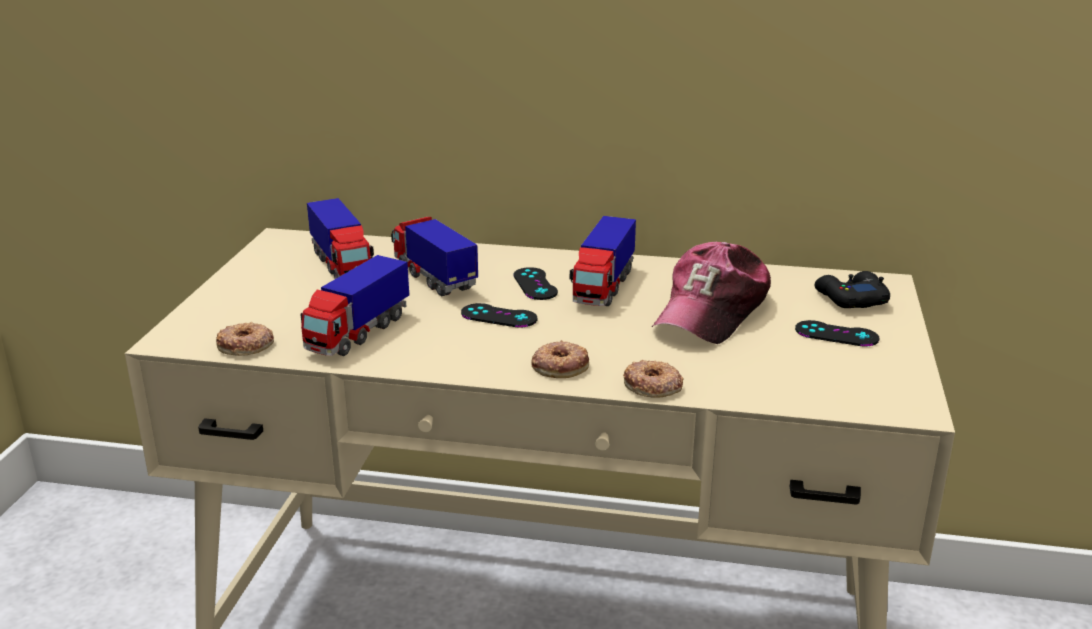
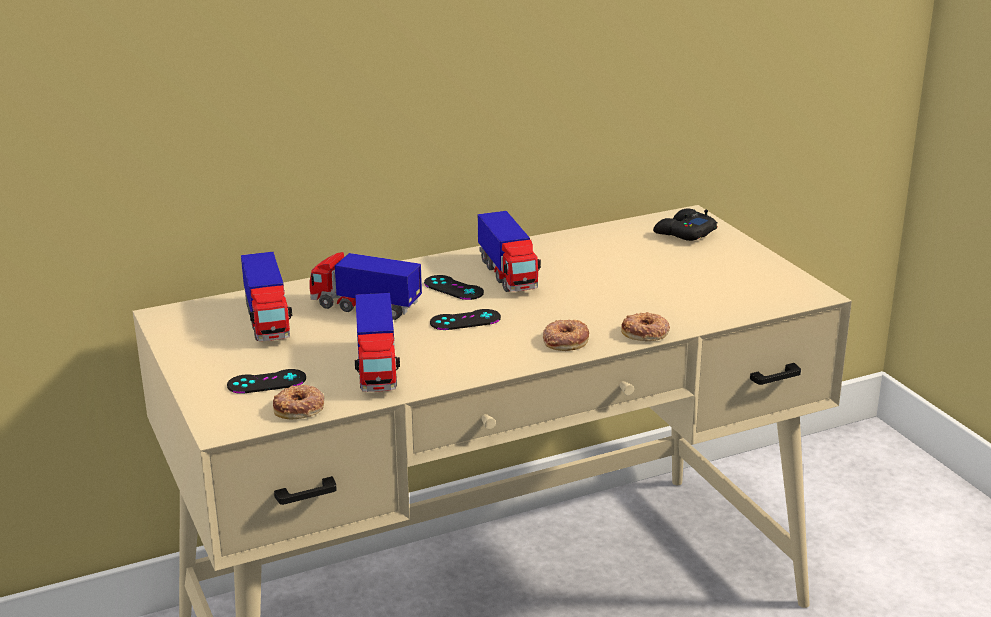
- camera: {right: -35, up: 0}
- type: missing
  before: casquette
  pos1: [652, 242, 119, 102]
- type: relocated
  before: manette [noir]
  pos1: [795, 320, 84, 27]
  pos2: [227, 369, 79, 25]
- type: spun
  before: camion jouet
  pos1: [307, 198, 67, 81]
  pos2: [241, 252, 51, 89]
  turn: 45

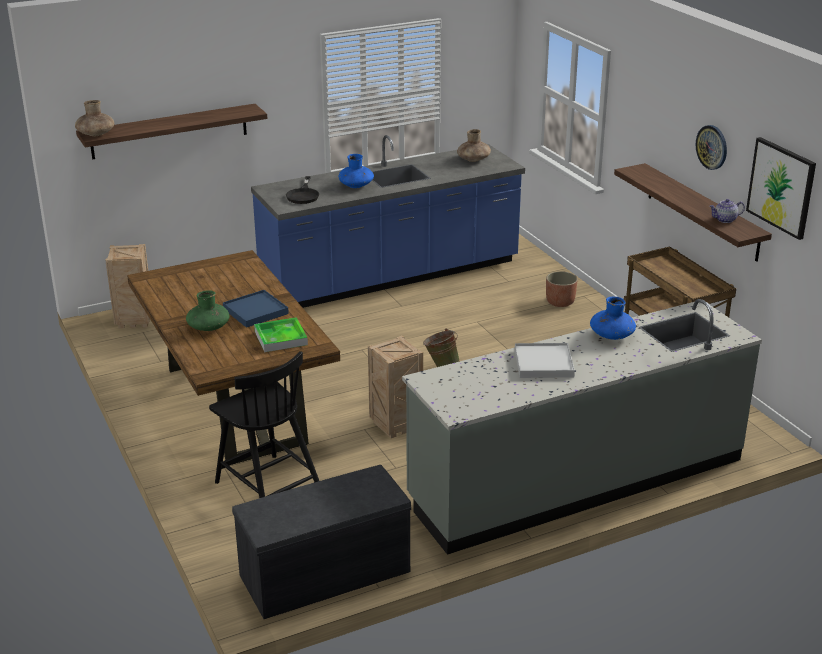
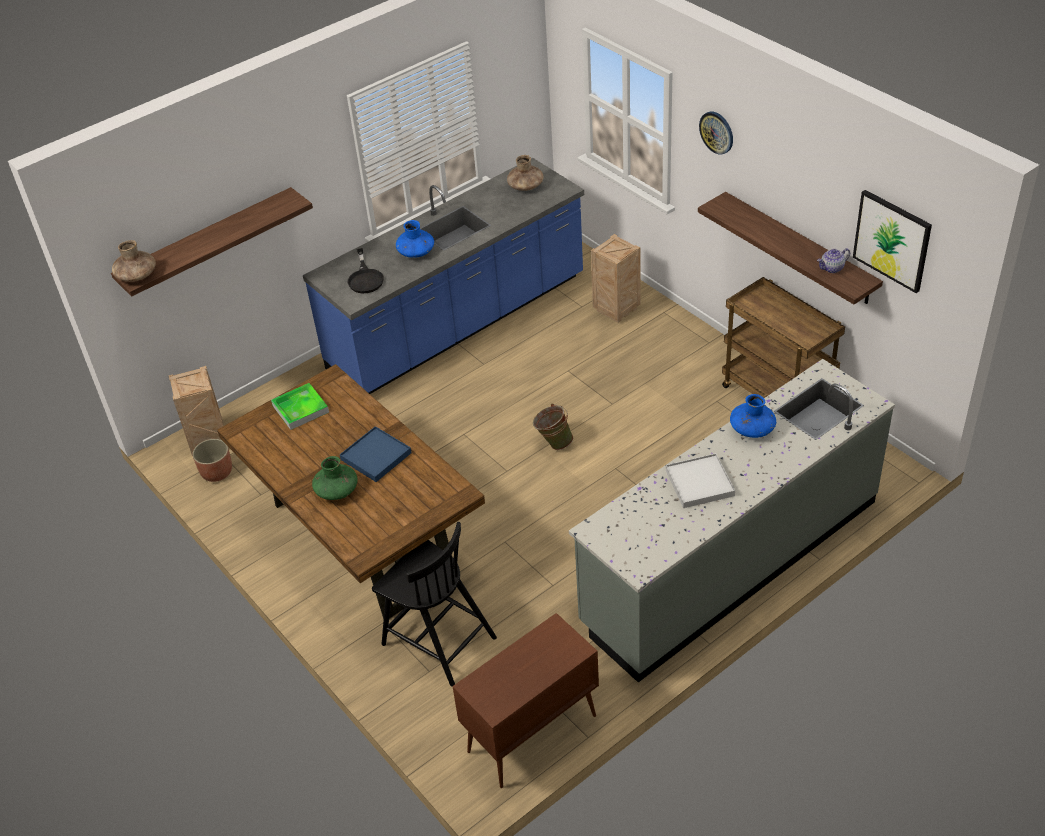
- camera: {right: -10, up: 15}
- type: relocated
  before: plateau
  pos1: [254, 317, 54, 35]
  pos2: [271, 383, 58, 47]
- type: relocated
  before: caisse
  pos1: [368, 335, 55, 103]
  pos2: [591, 234, 49, 89]
- type: relocated
  before: cache-pot
  pos1: [546, 271, 32, 36]
  pos2: [192, 439, 40, 43]
- type: relocated
  before: horloge murale
  pos1: [696, 125, 31, 45]
  pos2: [699, 112, 34, 43]
- type: exchanged
  before: banc [gris]
  after: meuble de rangement [marron]
  pos1: [232, 465, 179, 154]
  pos2: [452, 613, 147, 175]

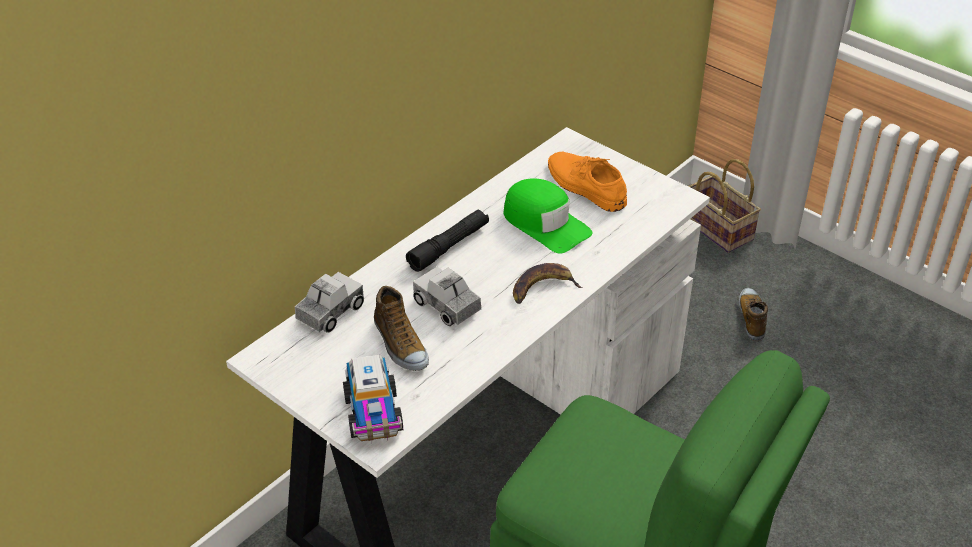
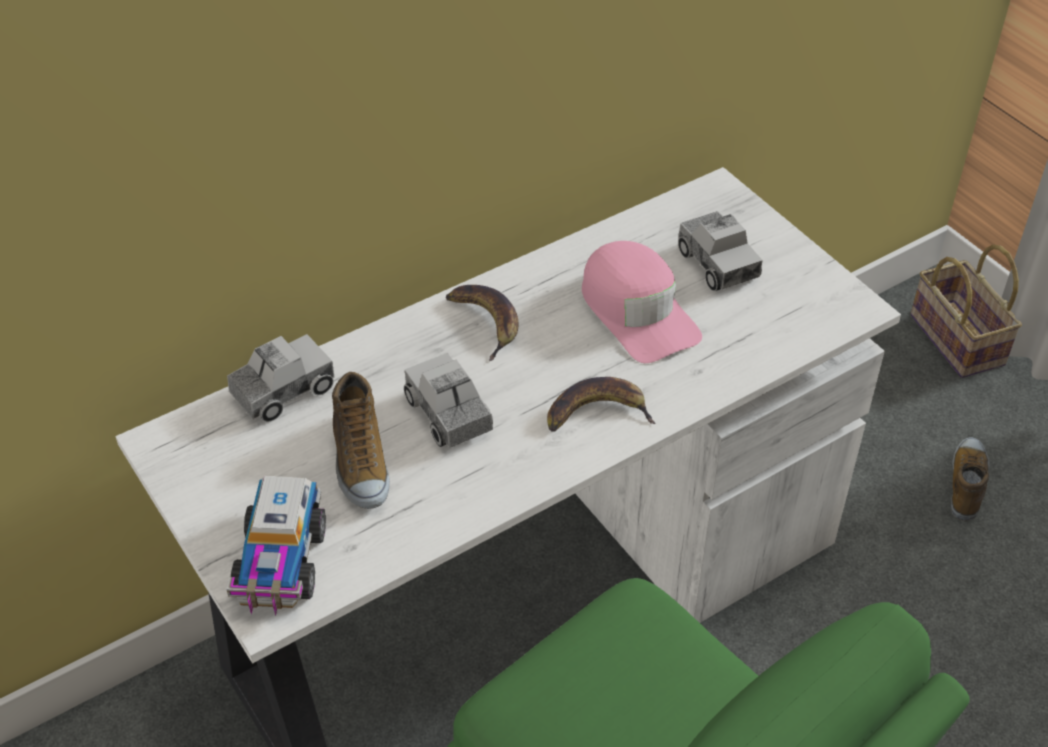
- camera: {right: 15, up: 5}
- type: exchanged
  before: lampe de poche [noir]
  after: banane
  pos1: [406, 209, 83, 63]
  pos2: [446, 285, 72, 76]
- type: exchanged
  before: chaussure [orange]
  after: camion jouet
  pos1: [548, 152, 79, 60]
  pos2: [678, 211, 85, 80]
- type: colour
  before: casquette [vert]
  after: casquette [rose]
  pos1: [504, 178, 88, 76]
  pos2: [582, 241, 120, 122]

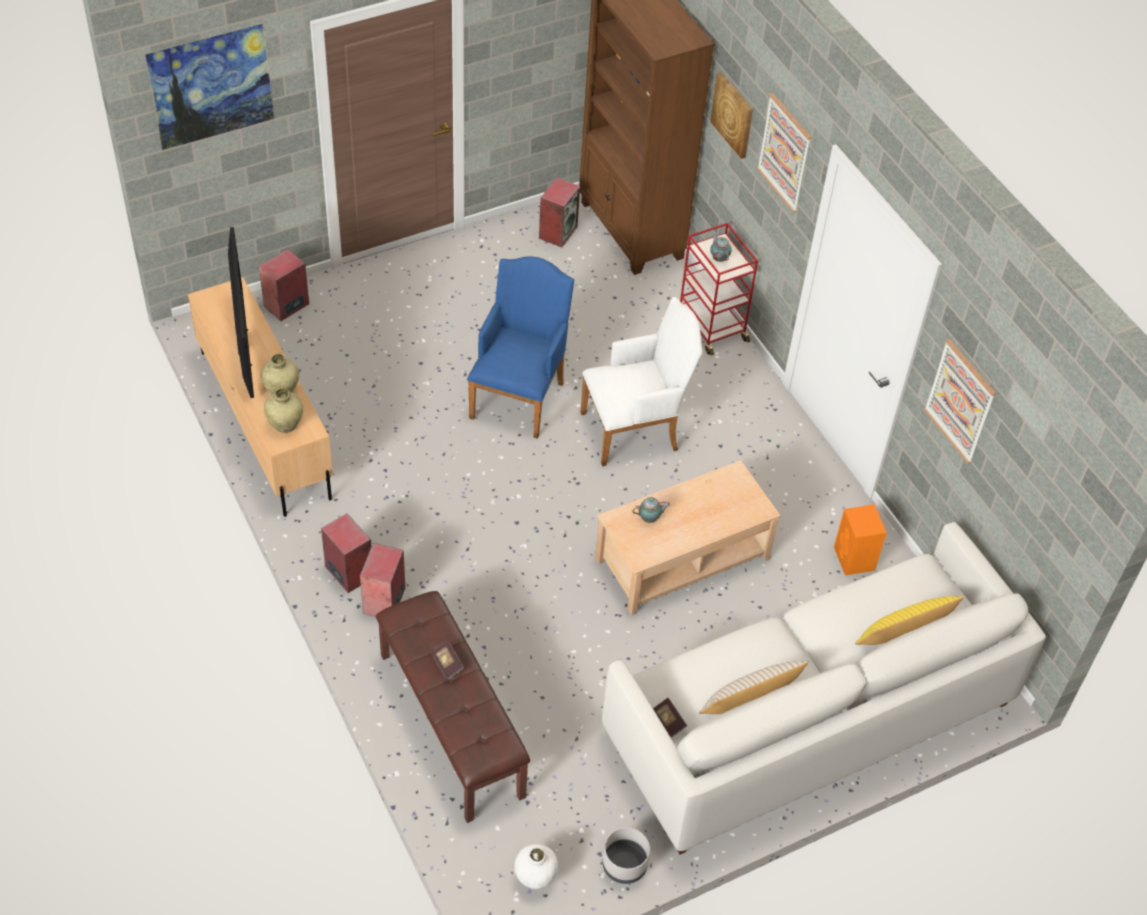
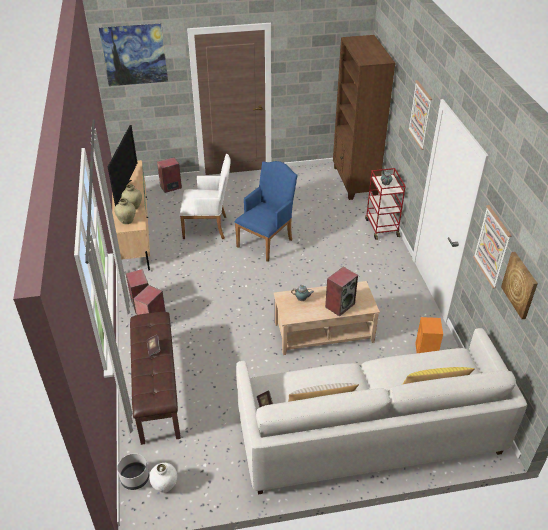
- camera: {right: 20, up: -10}
- type: relocated
  before: enceinte
  pos1: [539, 177, 41, 70]
  pos2: [325, 267, 33, 49]
- type: relocated
  before: fauteuil [blanc]
  pos1: [581, 297, 122, 169]
  pos2: [180, 154, 51, 85]
- type: relocated
  before: cache-pot [gris]
  pos1: [602, 827, 48, 57]
  pos2: [117, 453, 32, 37]
- type: relocated
  before: tableau
  pos1: [710, 72, 43, 87]
  pos2: [501, 252, 37, 67]

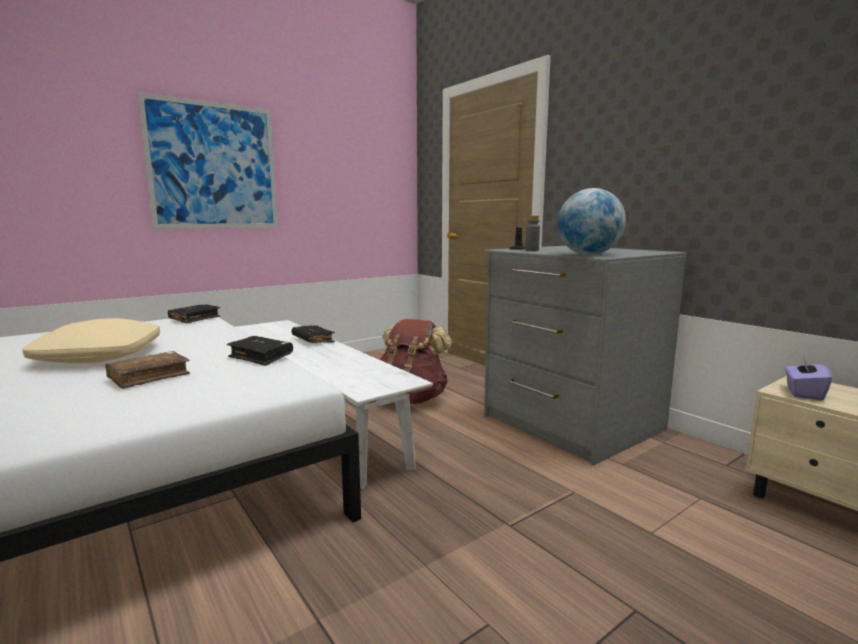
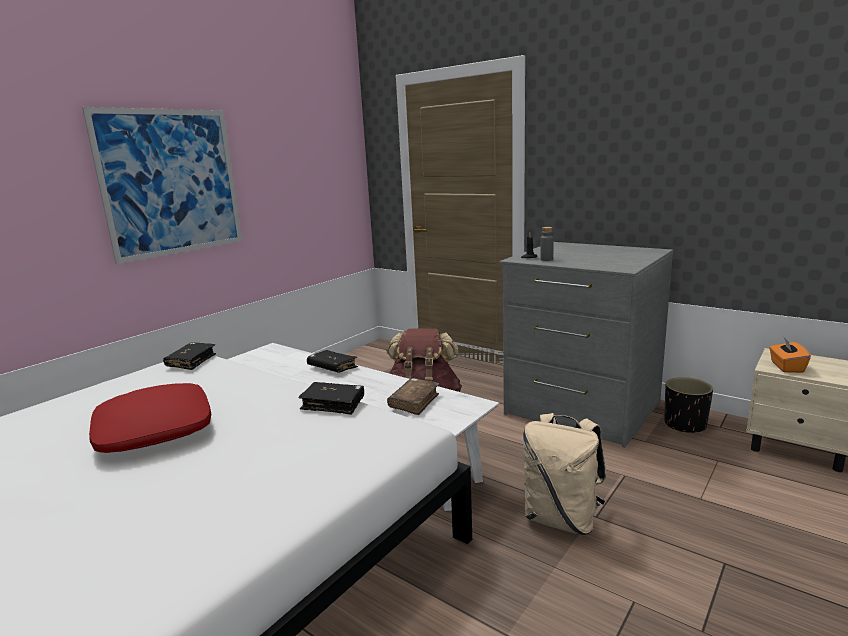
- camera: {right: -15, up: 5}
- type: missing
  before: globe
  pos1: [557, 188, 69, 67]
- type: appeared
  after: sac à dos [beige]
  pos2: [523, 413, 83, 122]
- type: appeared
  after: cache-pot [noir]
  pos2: [664, 377, 49, 56]
- type: relocated
  before: livre [marron]
  pos1: [105, 351, 85, 38]
  pos2: [387, 378, 52, 37]
- type: colour
  before: coussin [beige]
  after: coussin [rouge]
  pos1: [23, 318, 137, 45]
  pos2: [89, 383, 122, 70]
- type: colour
  before: boîte à mouchoirs [violet]
  after: boîte à mouchoirs [orange]
  pos1: [785, 356, 47, 45]
  pos2: [769, 337, 42, 36]

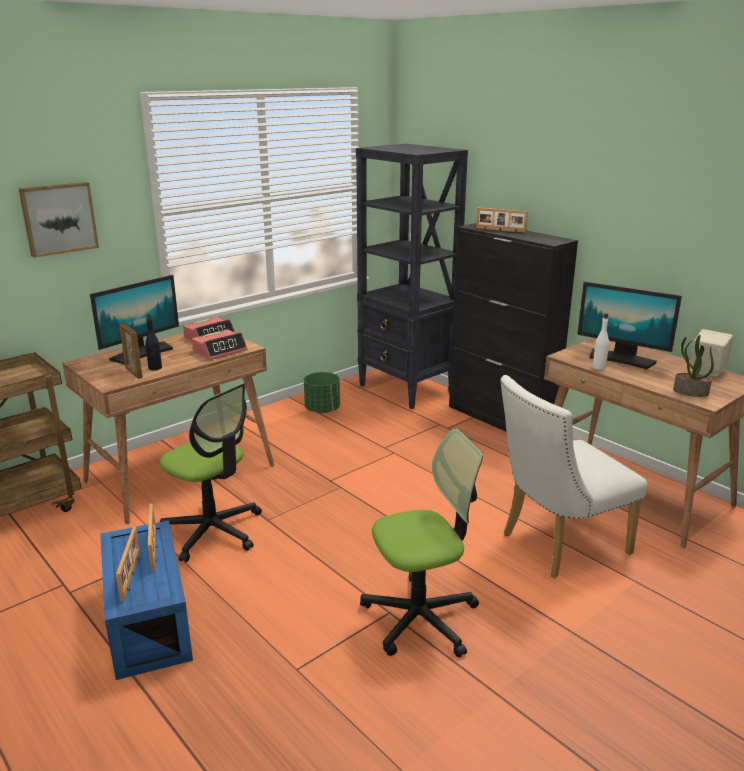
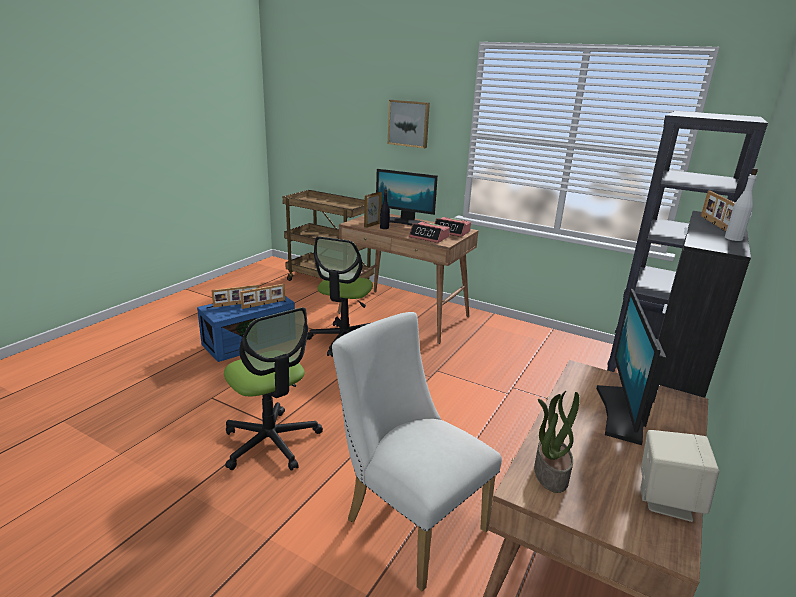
- camera: {right: 70, up: 0}
- type: missing
  before: cache-pot [vert]
  pos1: [304, 372, 36, 41]
- type: relocated
  before: bouteille [blanc]
  pos1: [592, 313, 17, 57]
  pos2: [725, 168, 33, 73]

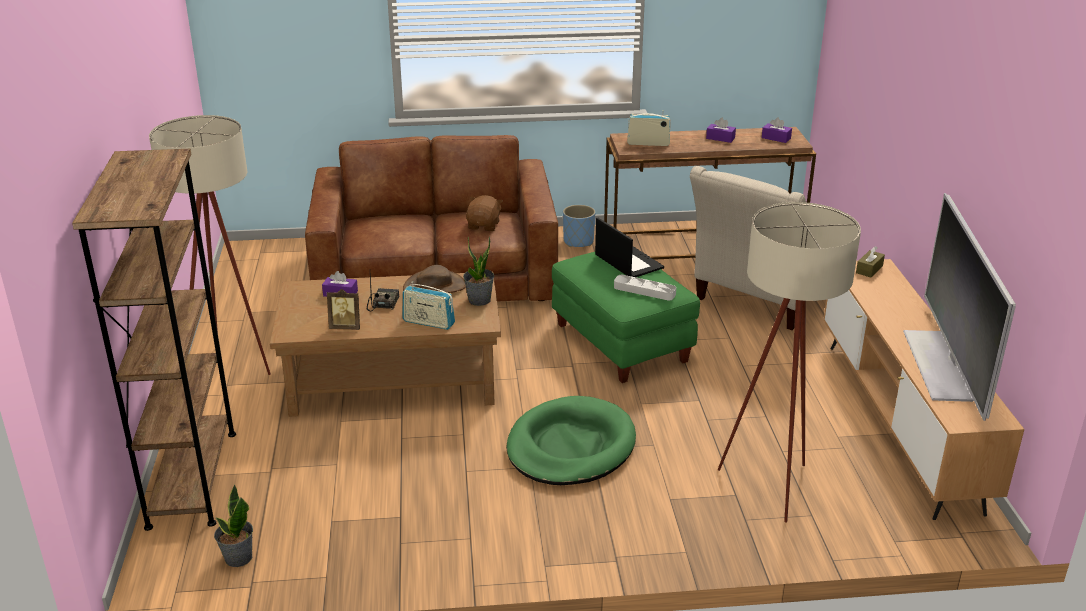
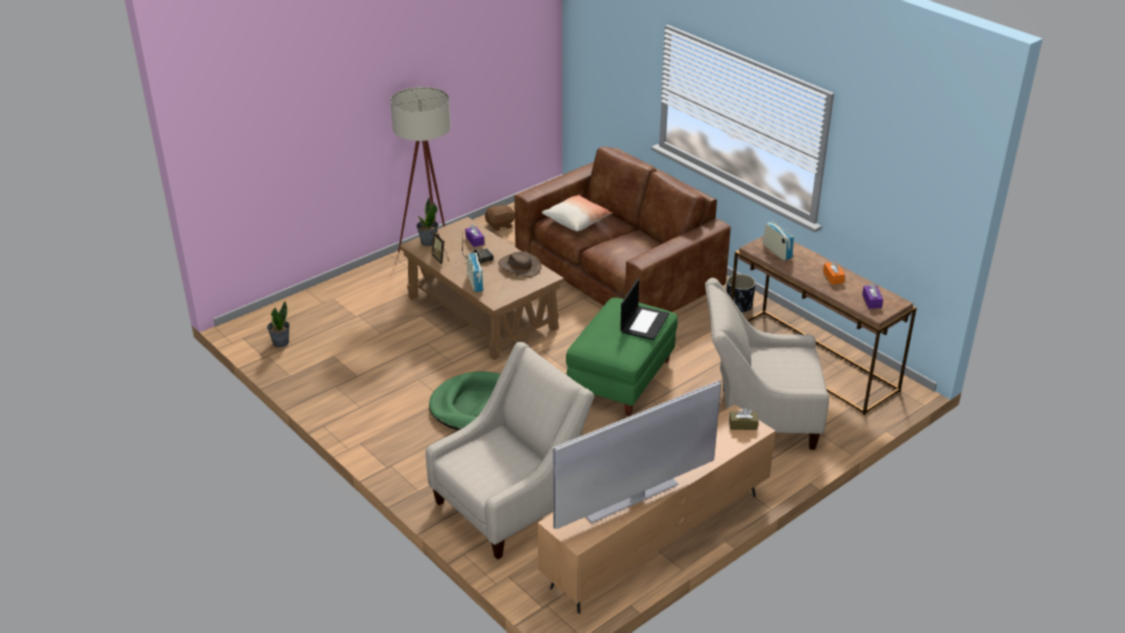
- camera: {right: 55, up: 5}
- type: missing
  before: bibliothèque [marron]
  pos1: [72, 149, 164, 382]
- type: missing
  before: plateau [gris]
  pos1: [614, 275, 62, 25]
- type: appeared
  after: coussin
  pos2: [542, 195, 71, 36]
- type: relocated
  before: plante en pot
  pos1: [463, 236, 31, 70]
  pos2: [416, 198, 22, 48]
- type: relocated
  before: peluche [marron]
  pos1: [466, 195, 37, 36]
  pos2: [485, 203, 30, 28]
- type: exchanged
  before: lampadaire [beige]
  after: fauteuil [beige]
  pos1: [718, 202, 143, 321]
  pos2: [426, 342, 169, 218]
- type: colour
  before: cache-pot [bleu]
  after: cache-pot [noir]
  pos1: [563, 205, 32, 42]
  pos2: [726, 274, 30, 39]
- type: colour
  before: boîte à mouchoirs [violet]
  after: boîte à mouchoirs [orange]
  pos1: [706, 118, 30, 25]
  pos2: [823, 260, 22, 25]

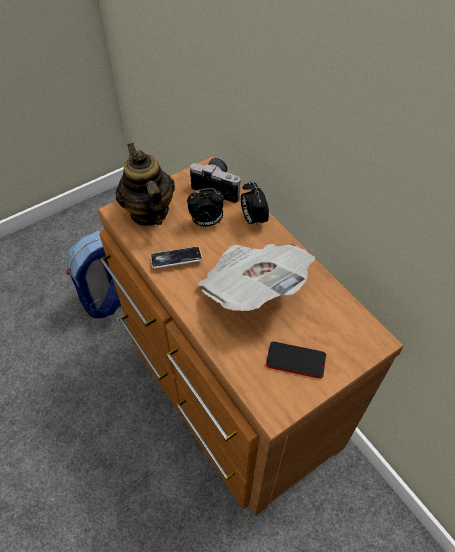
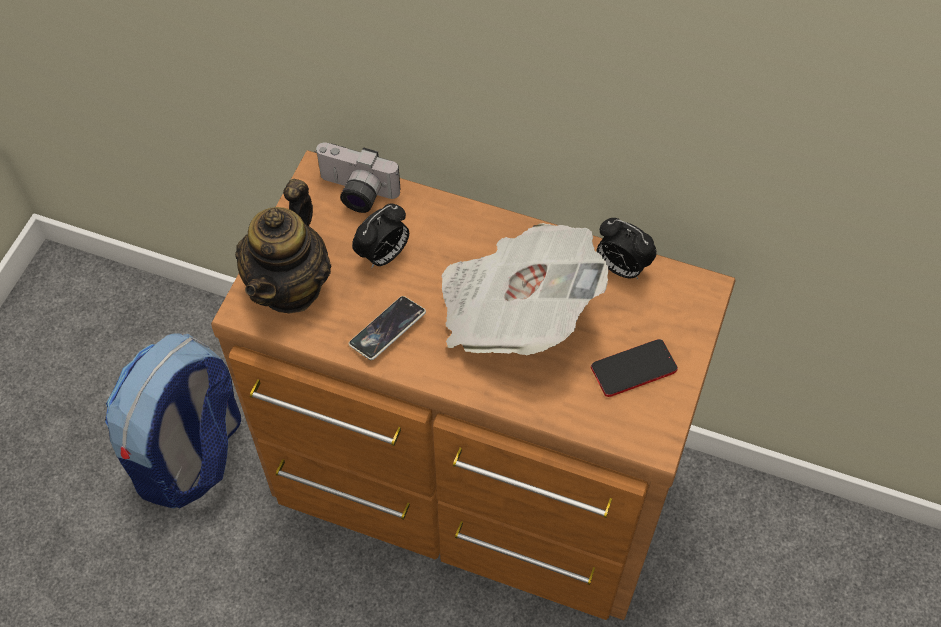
- camera: {right: -35, up: 5}
- type: relocated
  before: réveil
  pos1: [241, 181, 28, 48]
  pos2: [597, 218, 60, 61]
- type: spun
  before: théière
  pos1: [116, 143, 59, 83]
  pos2: [235, 179, 96, 134]
  turn: -105
- type: spun
  before: appareil photo
  pos1: [190, 158, 52, 45]
  pos2: [315, 142, 85, 71]
  turn: -150

